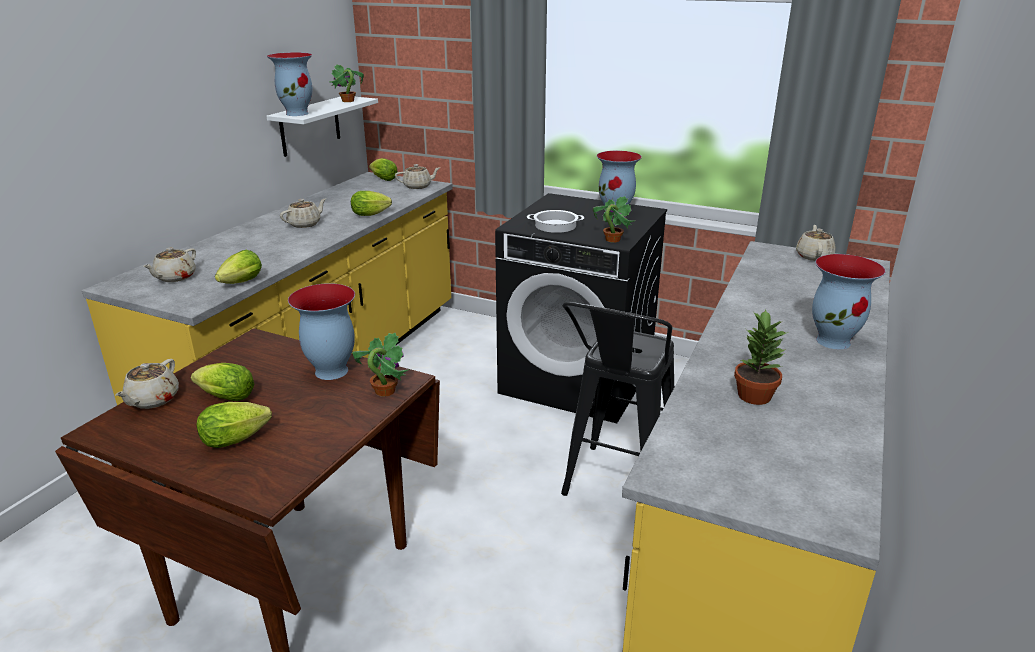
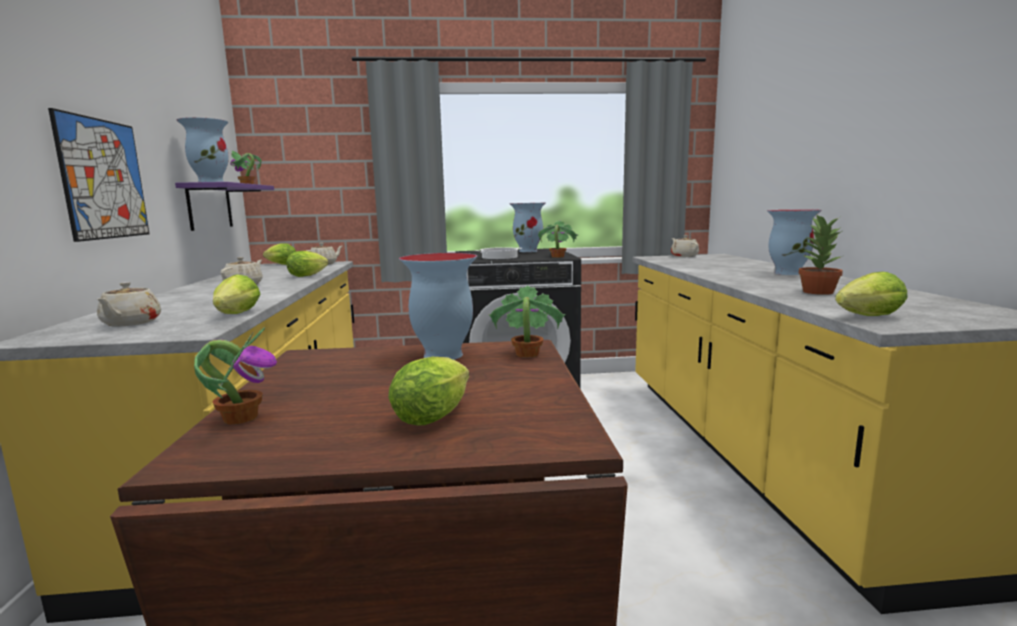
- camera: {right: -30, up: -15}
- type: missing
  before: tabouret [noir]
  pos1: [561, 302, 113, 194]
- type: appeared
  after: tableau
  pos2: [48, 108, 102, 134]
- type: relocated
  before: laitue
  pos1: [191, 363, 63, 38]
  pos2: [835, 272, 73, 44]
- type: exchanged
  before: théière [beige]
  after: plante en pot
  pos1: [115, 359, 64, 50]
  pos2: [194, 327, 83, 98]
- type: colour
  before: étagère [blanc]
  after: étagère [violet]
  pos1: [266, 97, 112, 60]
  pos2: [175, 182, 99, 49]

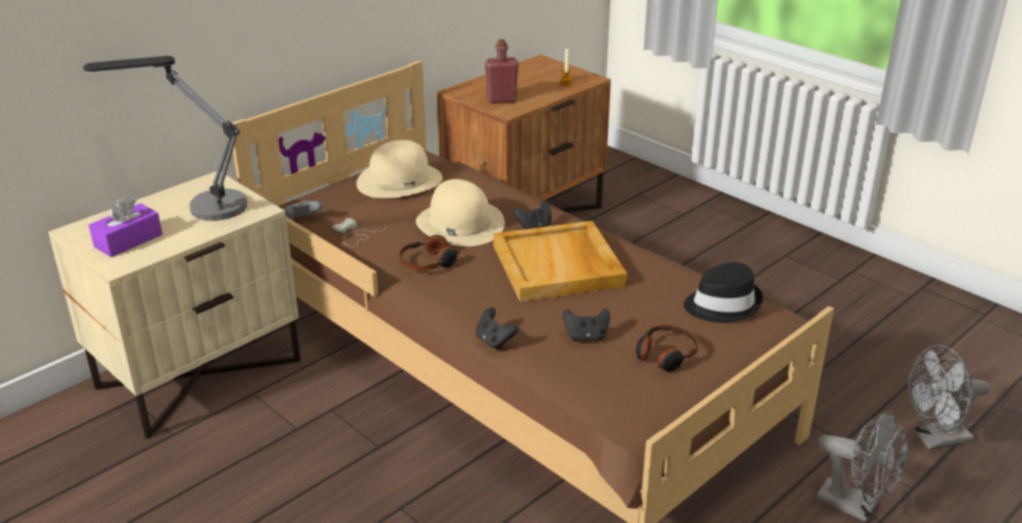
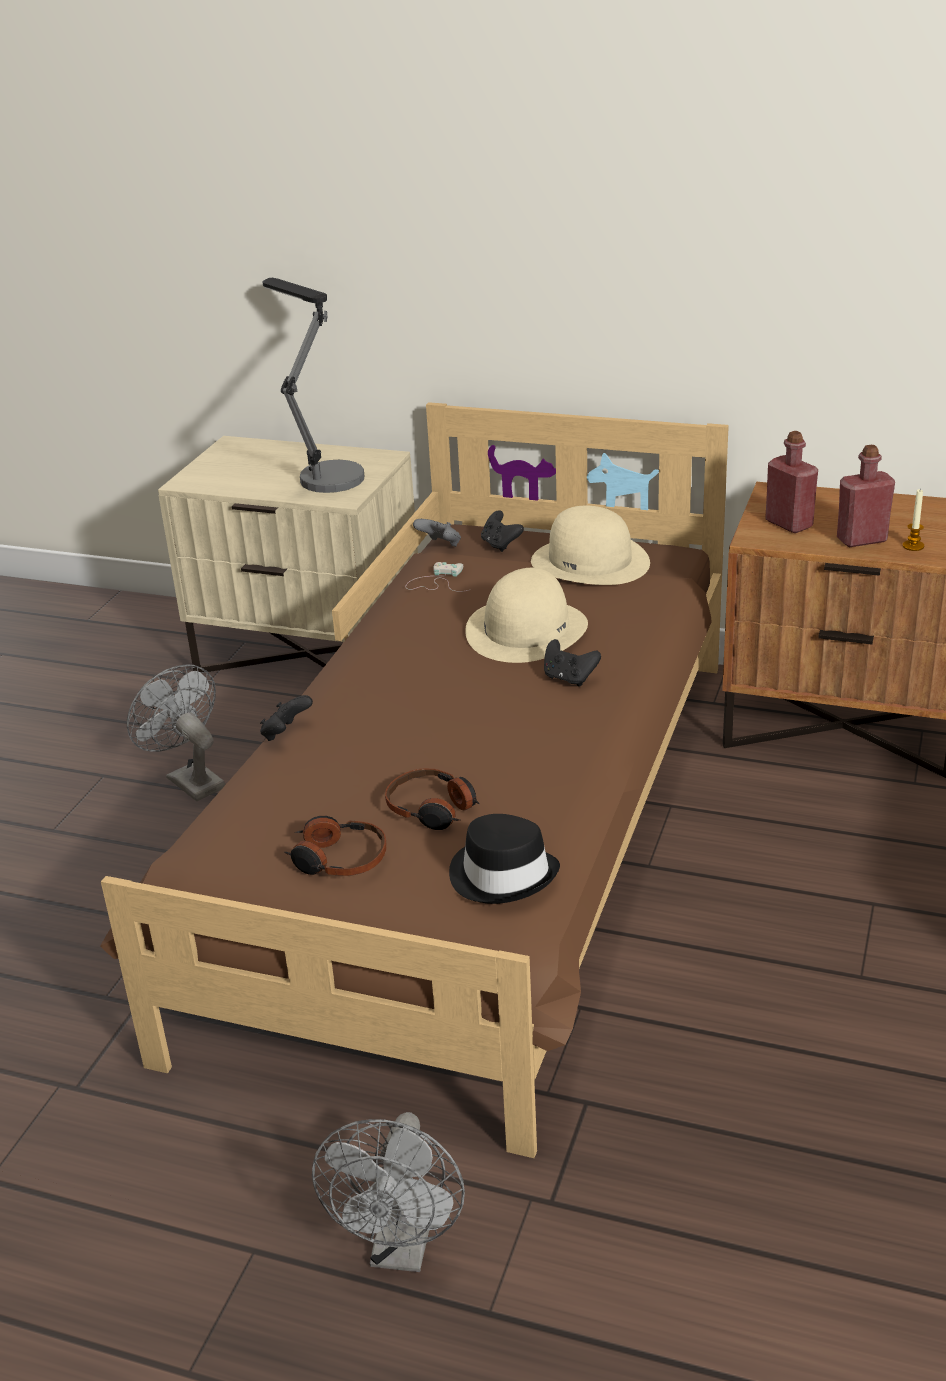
- camera: {right: 65, up: 0}
- type: missing
  before: boîte à mouchoirs [violet]
  pos1: [89, 196, 73, 61]
- type: missing
  before: plateau [beige]
  pos1: [493, 221, 134, 81]
- type: appeared
  after: bouteille [rouge]
  pos2: [837, 445, 58, 102]
- type: relocated
  before: casque audio
  pos1: [399, 235, 62, 36]
  pos2: [385, 768, 95, 62]
- type: relocated
  before: manette [noir]
  pos1: [563, 308, 47, 33]
  pos2: [481, 511, 43, 41]
- type: relocated
  before: ventilateur [gris]
  pos1: [908, 345, 82, 105]
  pos2: [127, 664, 98, 137]

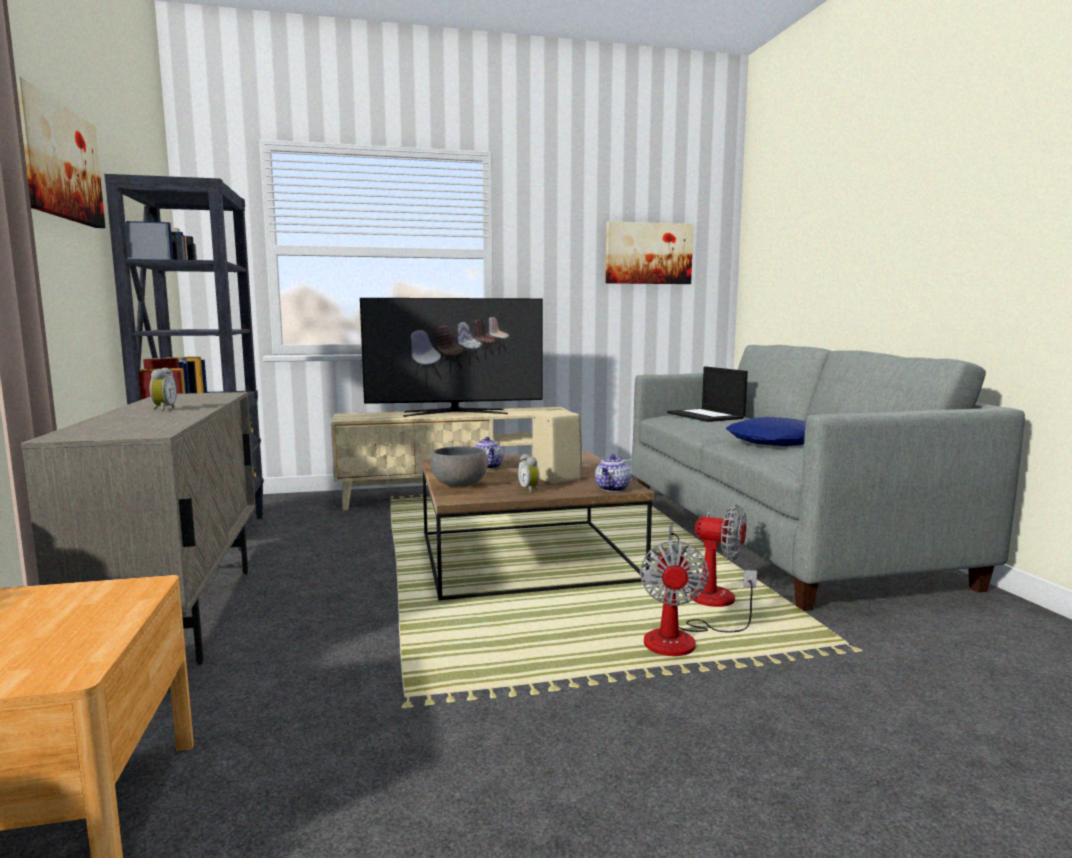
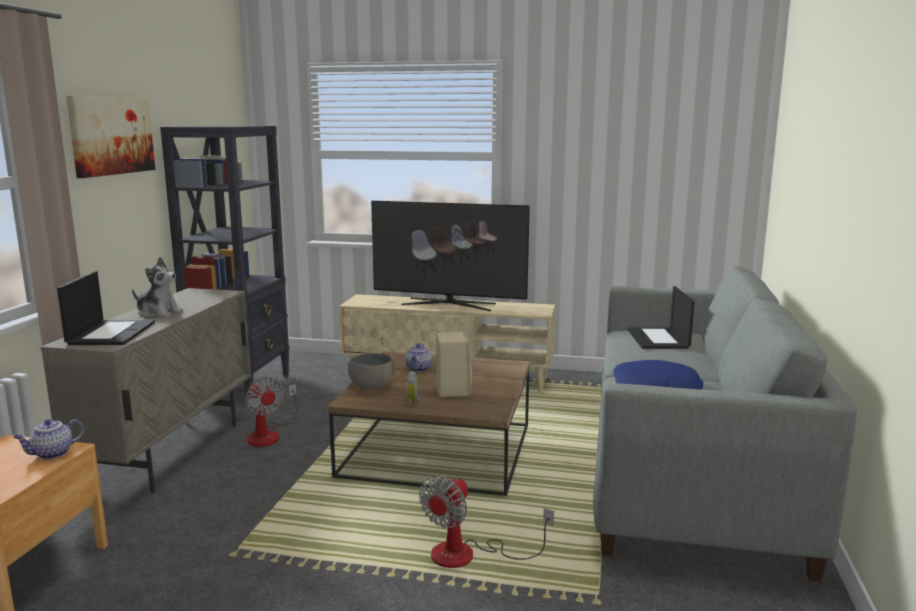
- camera: {right: 25, up: 5}
- type: missing
  before: tableau
  pos1: [605, 221, 88, 63]
- type: appeared
  after: ordinateur portable
  pos2: [57, 271, 98, 74]
- type: relocated
  before: théière
  pos1: [595, 454, 36, 38]
  pos2: [13, 419, 71, 40]
- type: relocated
  before: ventilateur
  pos1: [669, 504, 78, 103]
  pos2: [246, 377, 52, 70]
- type: exchanged
  before: réveil
  after: peluche
  pos1: [150, 368, 27, 43]
  pos2: [132, 257, 51, 60]

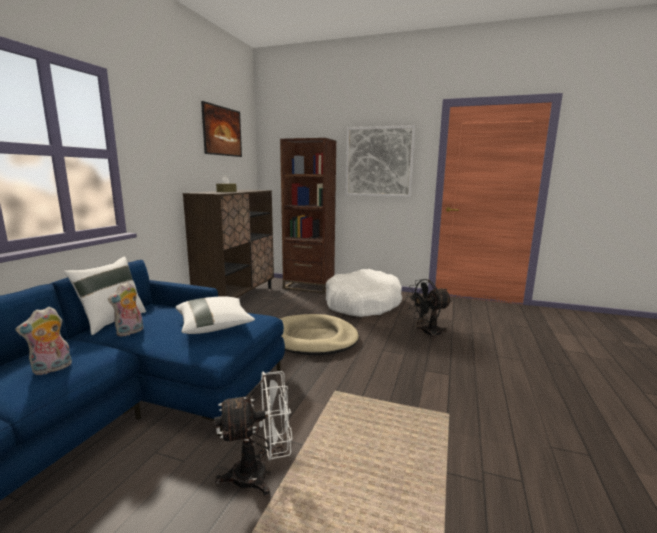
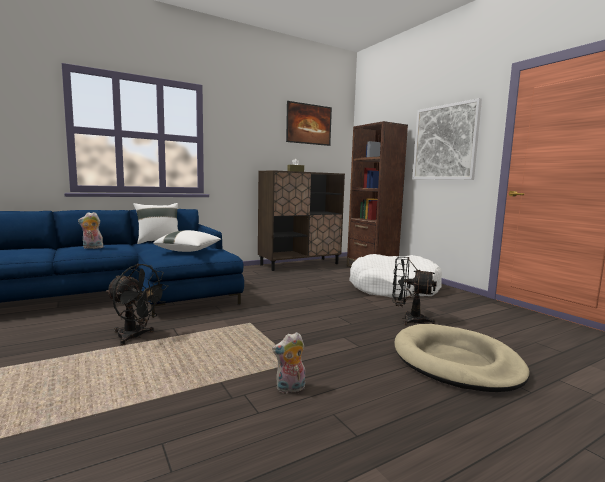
- camera: {right: 40, up: -5}
- type: relocated
  before: peluche
  pos1: [108, 282, 35, 55]
  pos2: [272, 332, 33, 61]
- type: relocated
  before: panier pour chien [beige]
  pos1: [280, 314, 79, 41]
  pos2: [394, 324, 136, 68]
- type: colour
  before: ventilateur [blanc]
  after: ventilateur [noir]
  pos1: [214, 371, 78, 126]
  pos2: [106, 264, 62, 81]

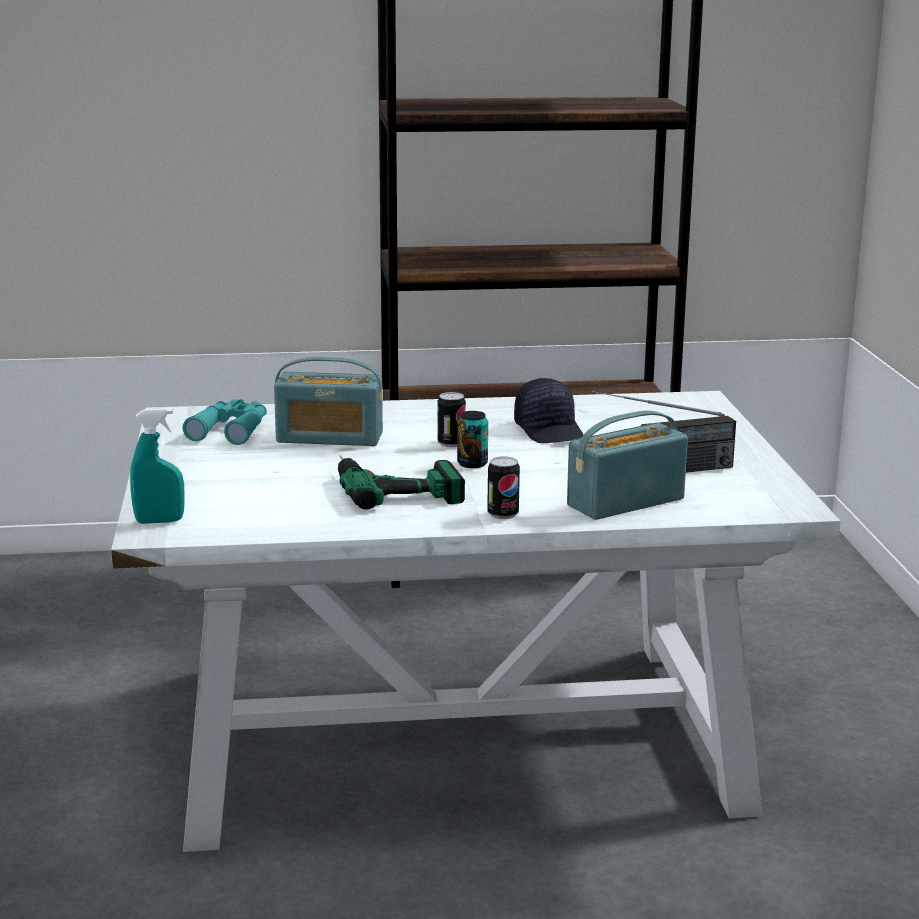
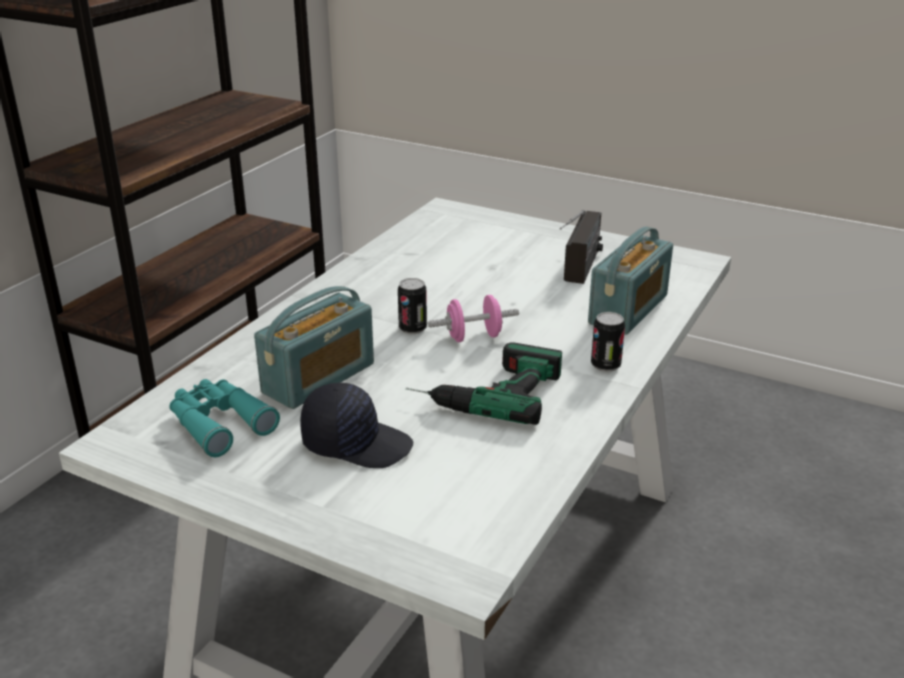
- camera: {right: -55, up: 10}
- type: missing
  before: vaporisateur [turquoise]
  pos1: [130, 408, 55, 116]
- type: relocated
  before: casquette [noir]
  pos1: [514, 378, 69, 65]
  pos2: [300, 383, 113, 85]
- type: exchanged
  before: boîte métallique
  after: haltère [rose]
  pos1: [457, 411, 31, 57]
  pos2: [428, 295, 91, 47]
- type: spun
  before: radio
  pos1: [567, 411, 121, 109]
  pos2: [588, 227, 85, 108]
  turn: -150

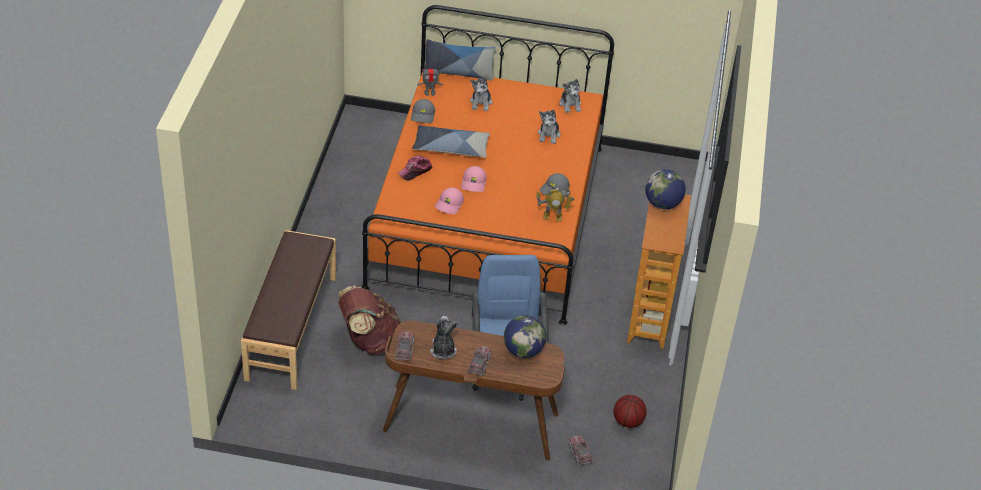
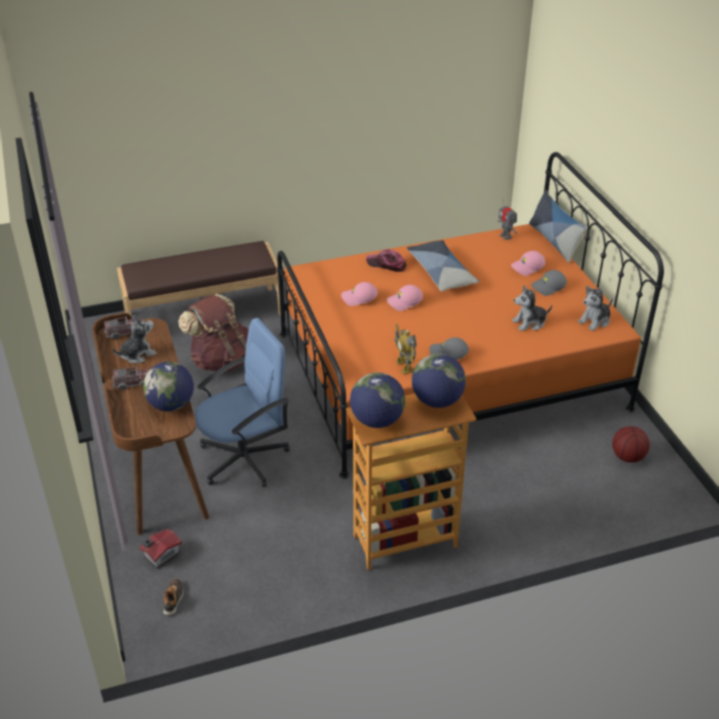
- camera: {right: 65, up: -5}
- type: appeared
  after: chaussure
  pos2: [163, 578, 21, 37]
- type: appeared
  after: globe
  pos2: [350, 372, 55, 56]
- type: relocated
  before: casquette [gris]
  pos1: [411, 99, 24, 24]
  pos2: [531, 270, 36, 26]
- type: relocated
  before: ballon de basket
  pos1: [613, 395, 34, 33]
  pos2: [612, 426, 38, 37]
- type: exchanged
  before: peluche
  after: casquette [rose]
  pos1: [470, 77, 22, 34]
  pos2: [511, 251, 34, 25]
- type: exchanged
  before: camion jouet
  after: maison miniature
  pos1: [568, 436, 25, 29]
  pos2: [139, 529, 43, 40]

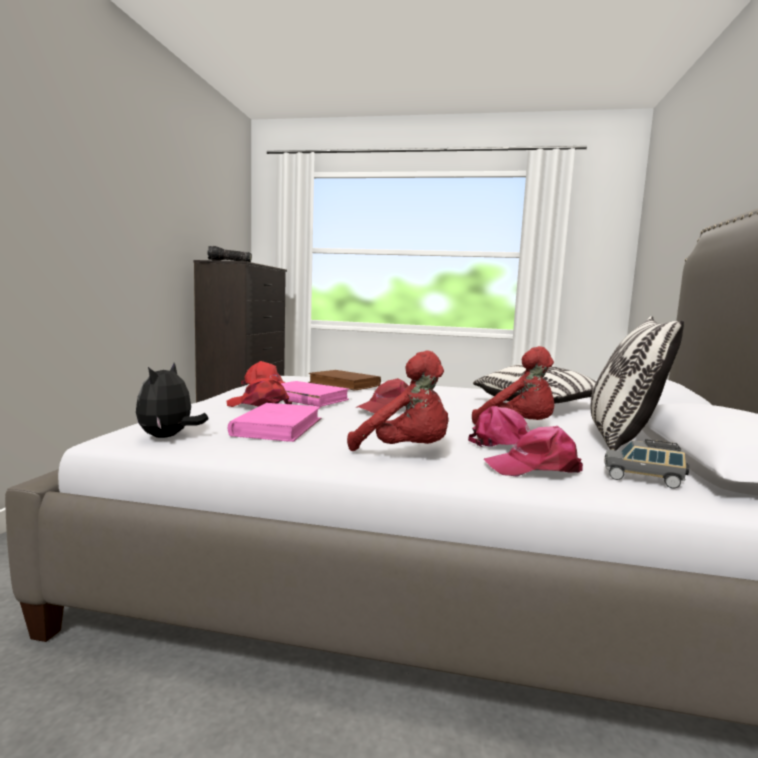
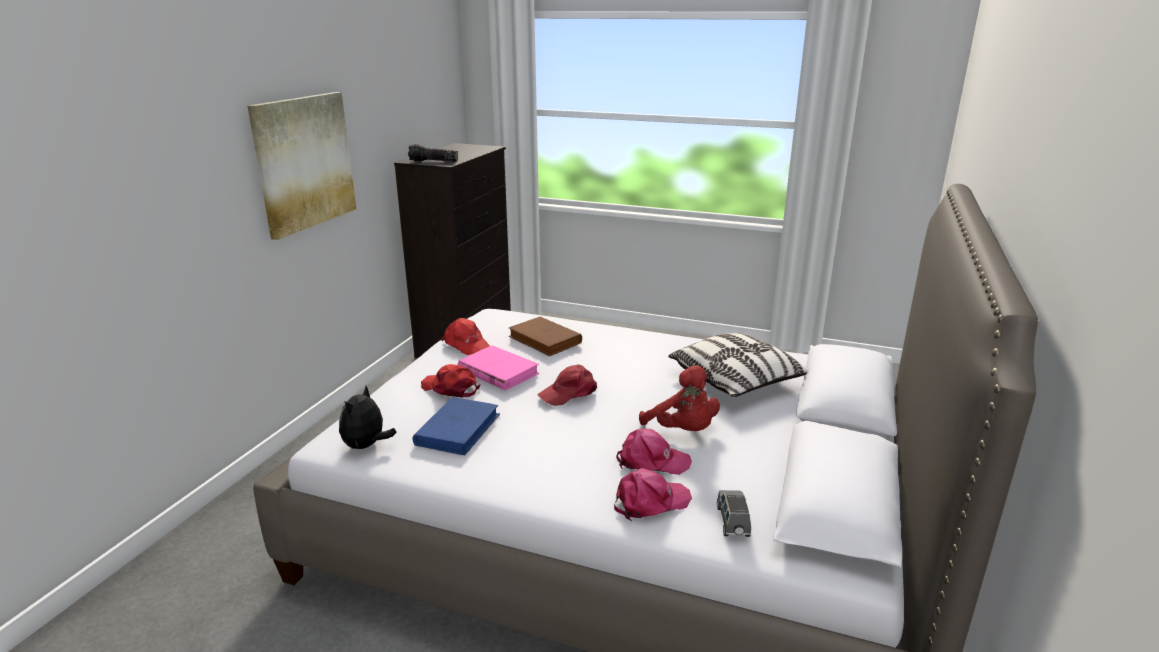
- camera: {right: 10, up: 15}
- type: missing
  before: peluche [rouge]
  pos1: [347, 351, 102, 100]
- type: missing
  before: coussin
  pos1: [591, 316, 93, 134]
- type: appeared
  after: tableau
  pos2: [247, 92, 109, 148]
- type: colour
  before: livre [rose]
  after: livre [bleu]
  pos1: [227, 403, 94, 39]
  pos2: [412, 397, 88, 58]
- type: spun
  before: casquette [rose]
  pos1: [484, 426, 99, 51]
  pos2: [614, 468, 78, 53]
  turn: 150
- type: spun
  before: petite voiture [gris]
  pos1: [604, 439, 85, 49]
  pos2: [717, 490, 34, 47]
  turn: 60

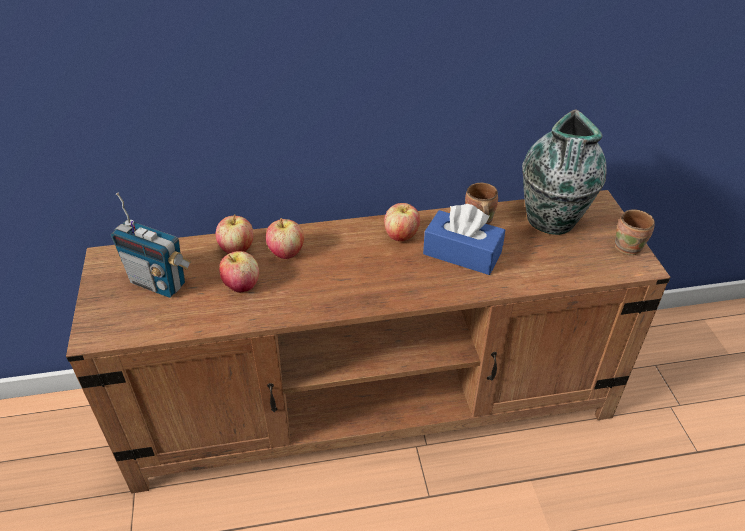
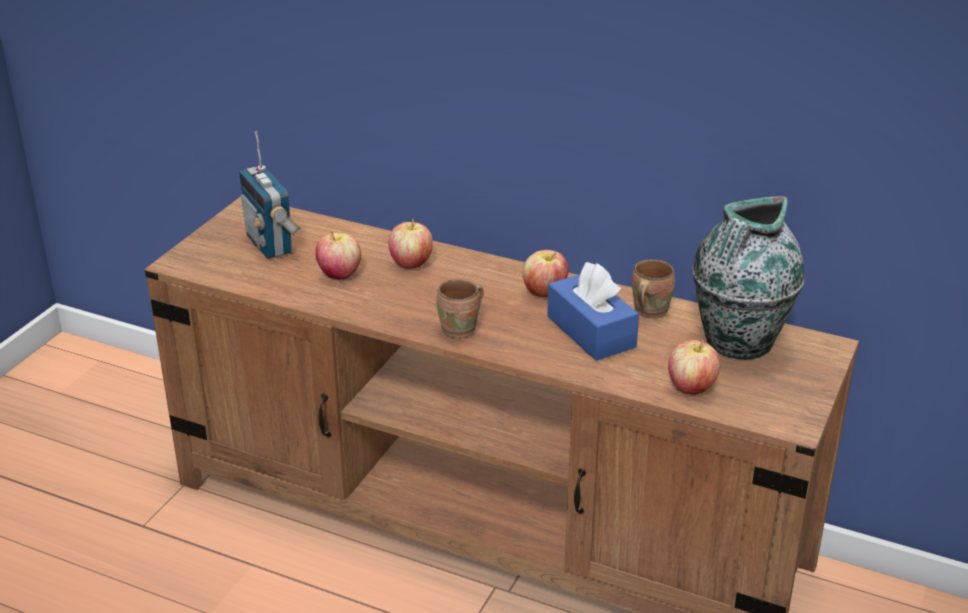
- camera: {right: 35, up: -10}
- type: relocated
  before: pomme
  pos1: [216, 215, 37, 39]
  pos2: [668, 339, 52, 56]
- type: relocated
  before: mug [marron]
  pos1: [615, 209, 40, 46]
  pos2: [436, 278, 48, 60]

